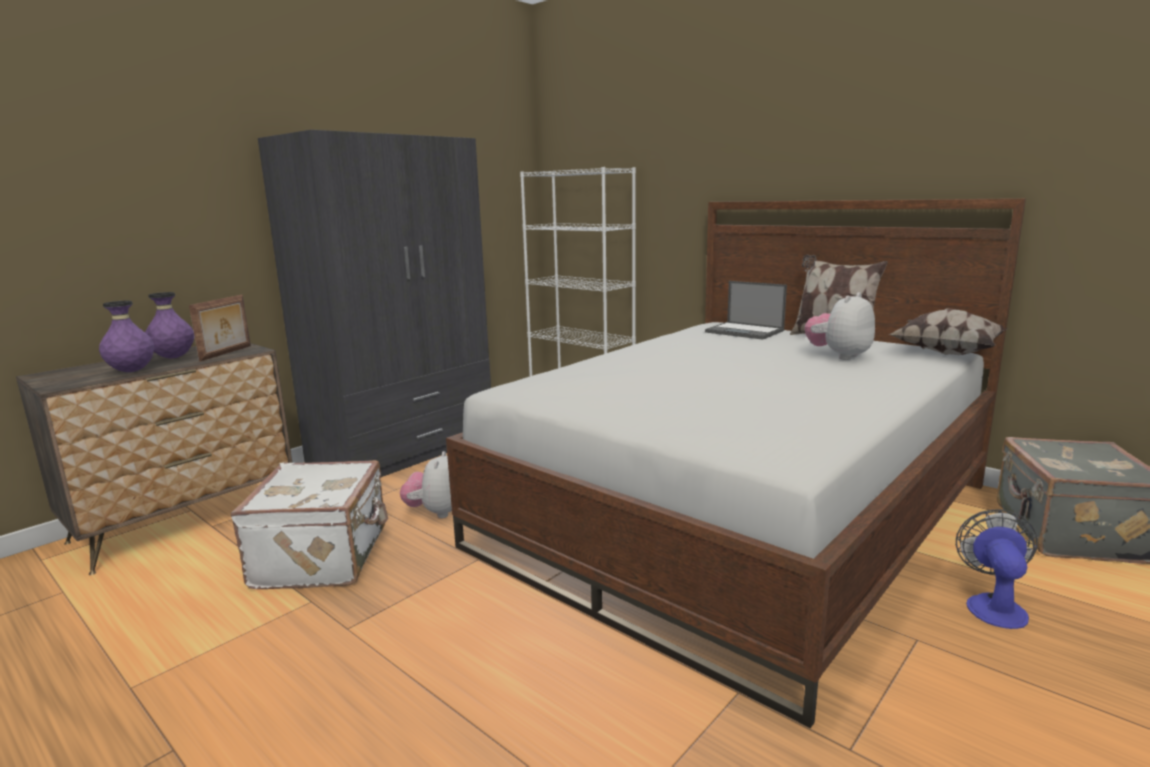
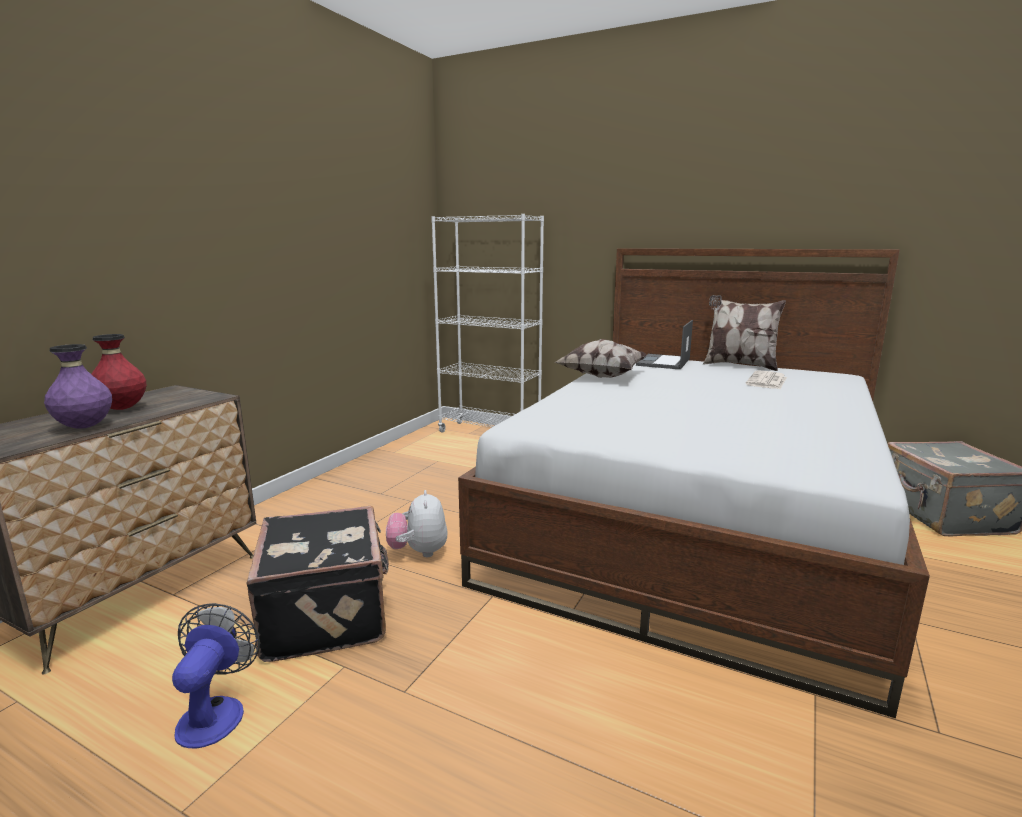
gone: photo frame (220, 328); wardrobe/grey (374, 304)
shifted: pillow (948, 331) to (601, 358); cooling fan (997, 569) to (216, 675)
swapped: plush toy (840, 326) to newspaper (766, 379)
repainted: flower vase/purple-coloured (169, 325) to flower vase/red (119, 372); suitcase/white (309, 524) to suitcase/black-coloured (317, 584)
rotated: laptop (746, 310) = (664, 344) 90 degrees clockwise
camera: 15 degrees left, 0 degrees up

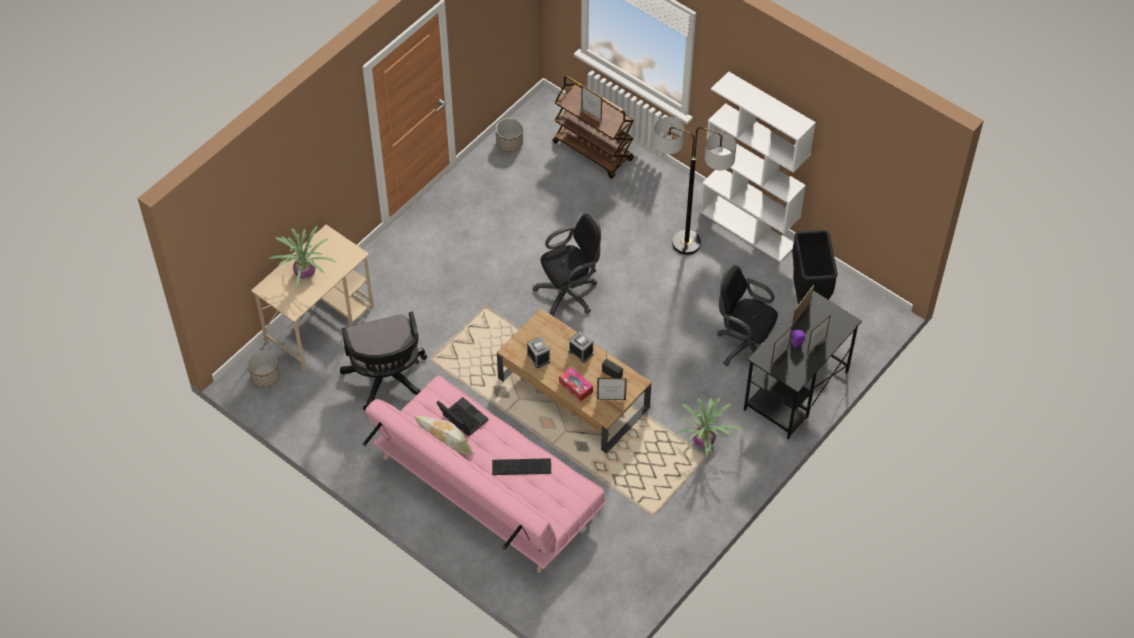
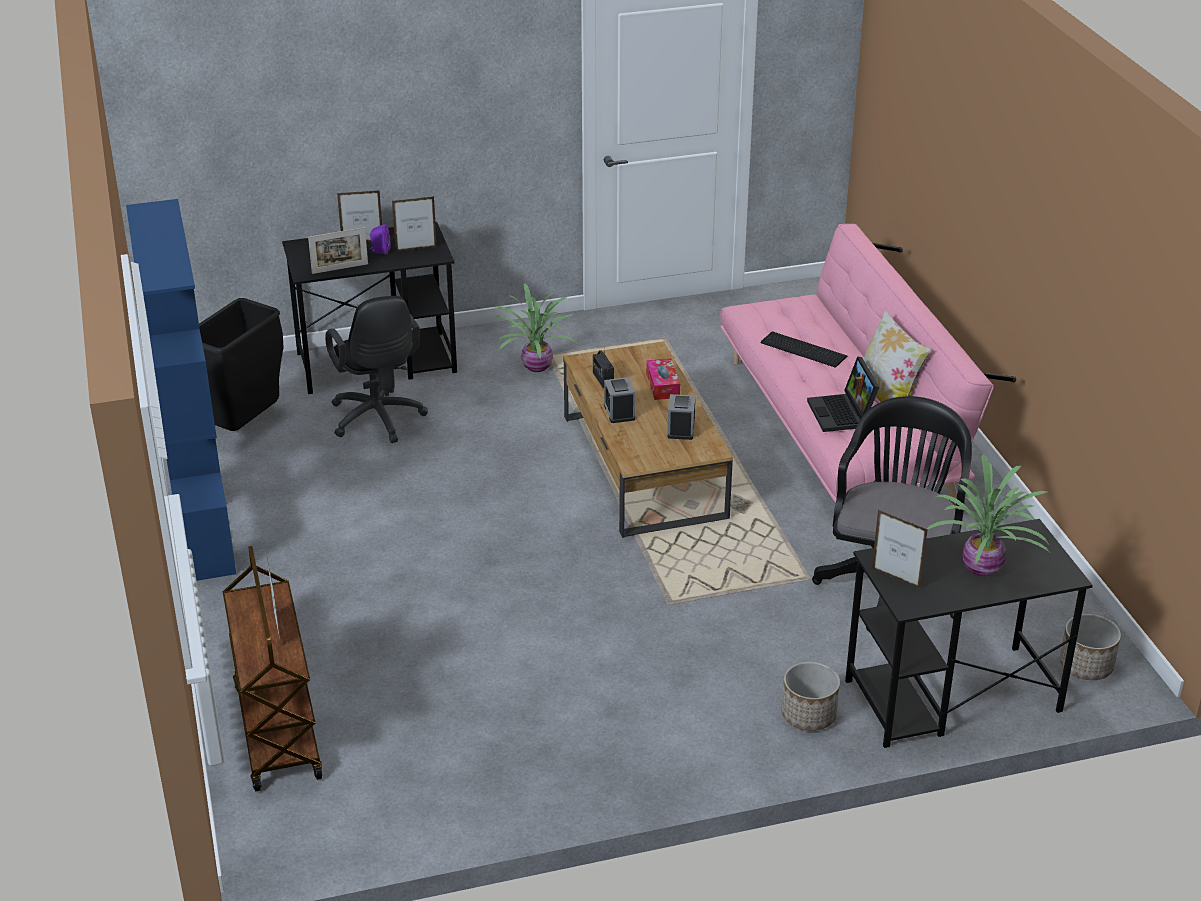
gone: computer chair/black-coloured (567, 265); standing lamp (695, 186)
shifted: planter (509, 135) to (811, 696); photo frame (612, 389) to (900, 549)
repainted: desk table/beige (312, 297) to desk table/black-coloured (969, 633); shelving unit/white (758, 166) to shelving unit/blue (181, 390)
camera: 145 degrees left, 20 degrees down

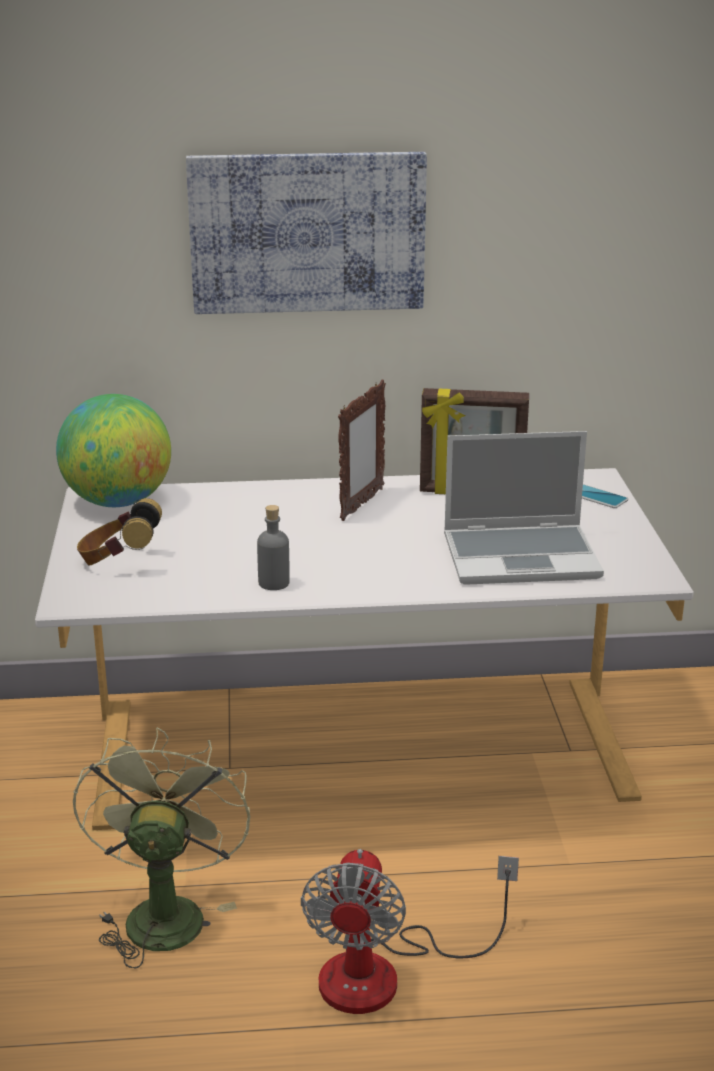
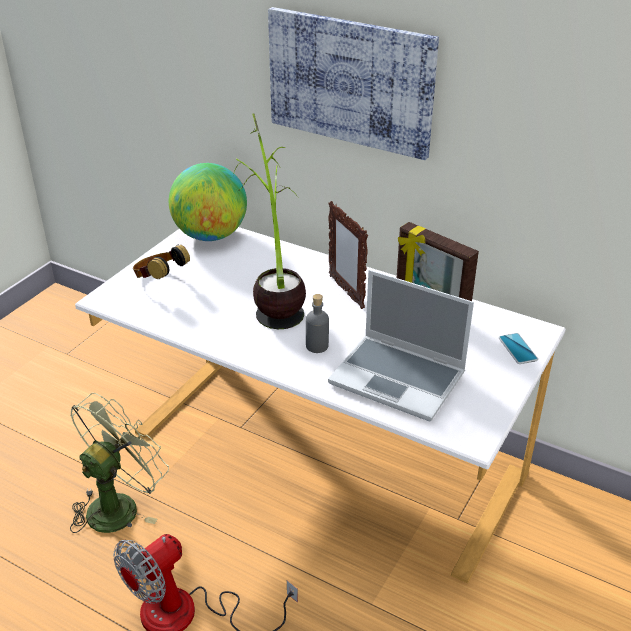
new: potted plant (269, 221)
shifted: bottle/grey (273, 547) to (317, 323)
rotated: photo frame (362, 450) = (348, 255) 90 degrees clockwise
camera: 35 degrees right, 10 degrees up

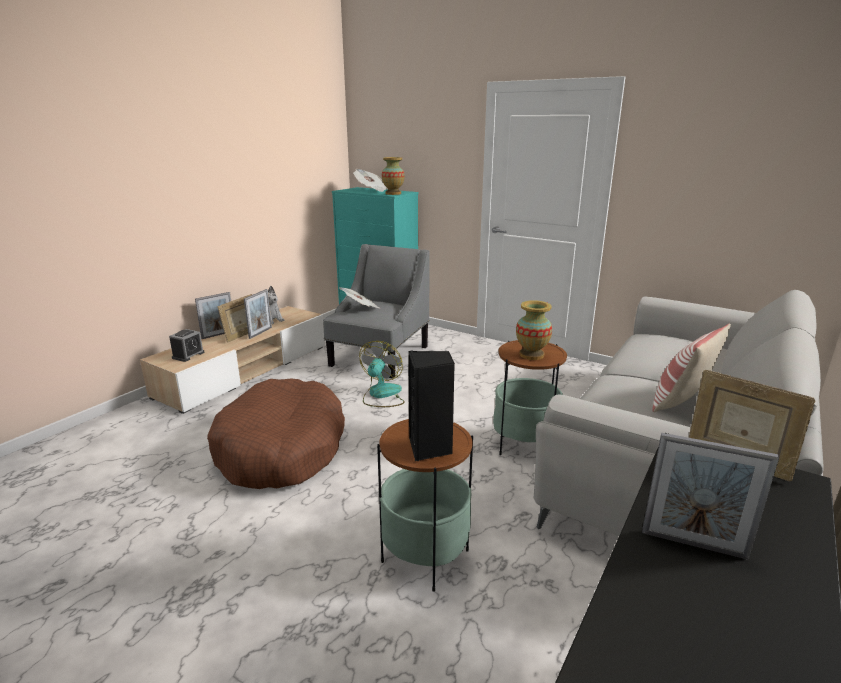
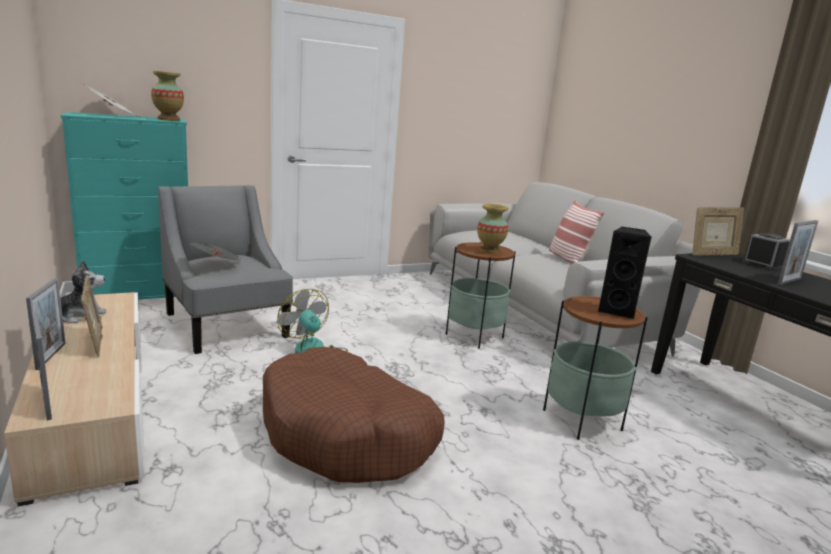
shifted: alarm clock (187, 345) to (766, 251); photo frame (258, 314) to (42, 366)
camera: 60 degrees left, 5 degrees down

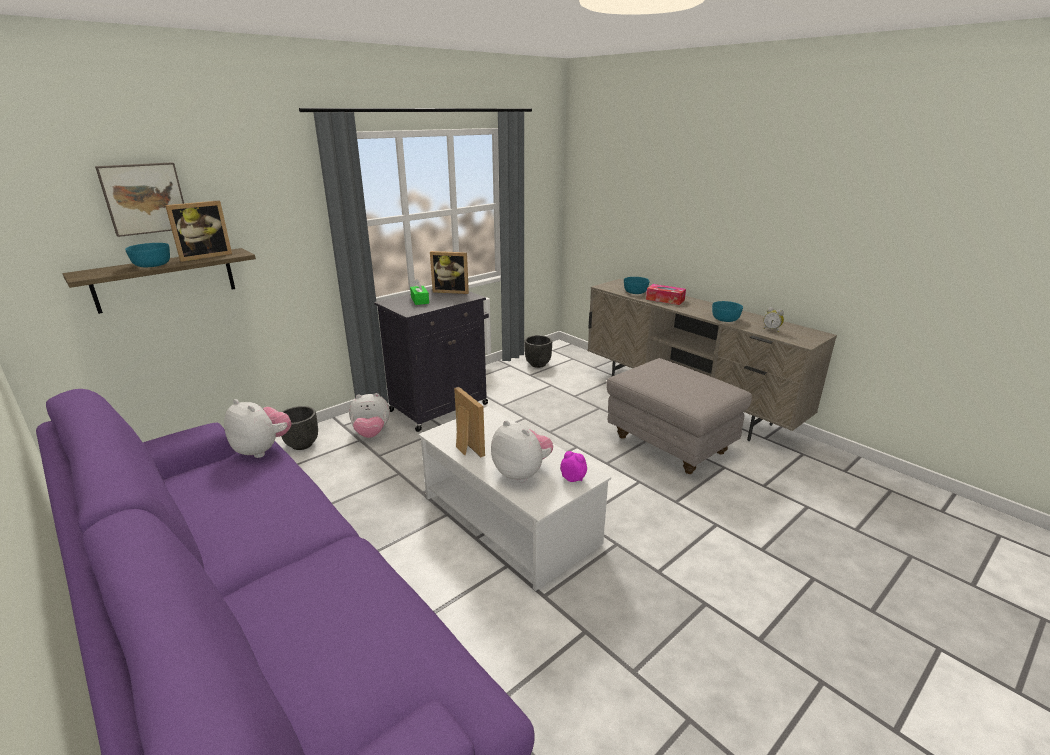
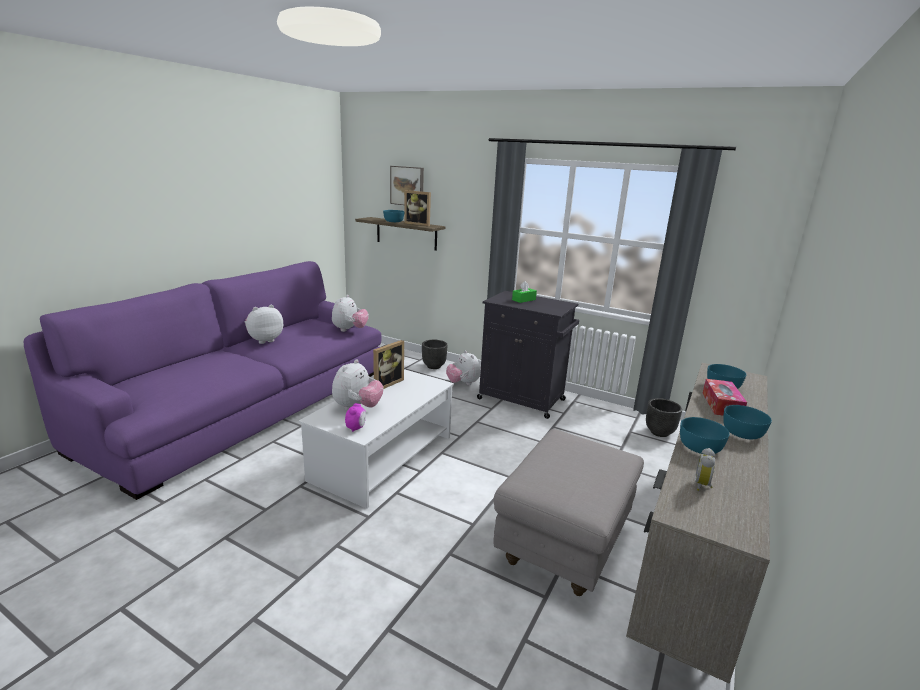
gone: photo frame (449, 272)
new: plush toy (264, 324); bowl/turquoise (747, 422)
camera: 70 degrees right, 5 degrees down

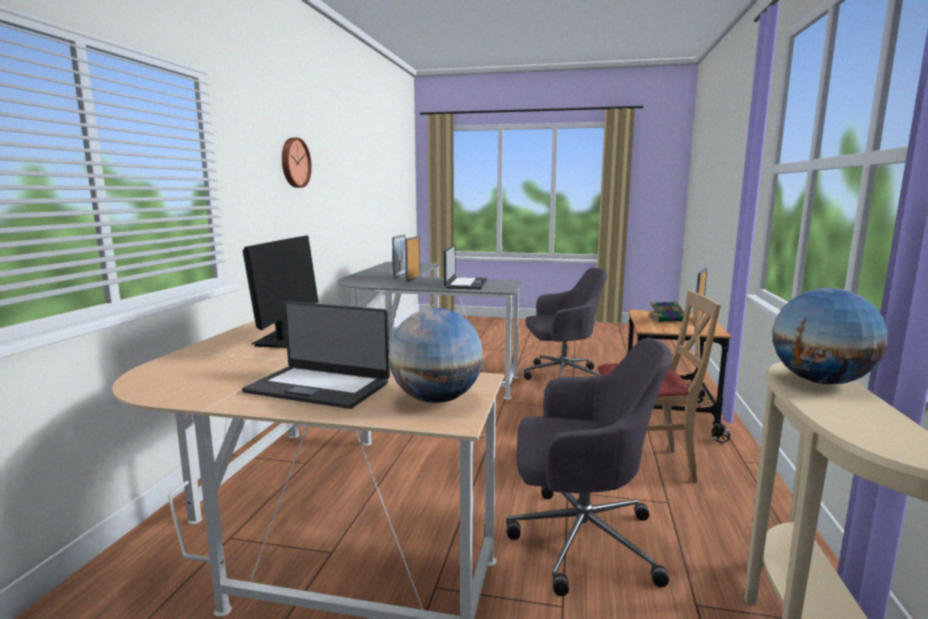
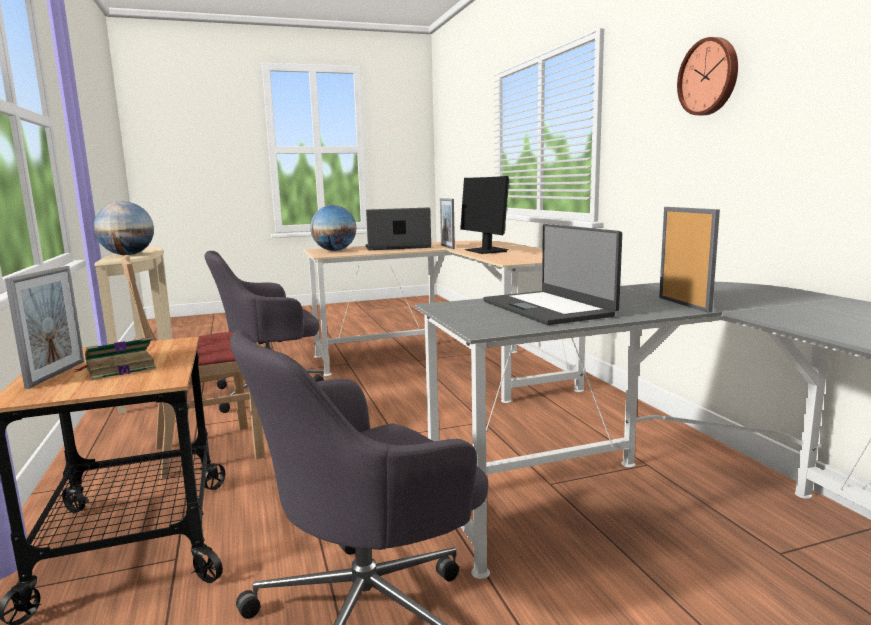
shifted: photo frame (399, 256) to (447, 223)
camera: 150 degrees right, 0 degrees up

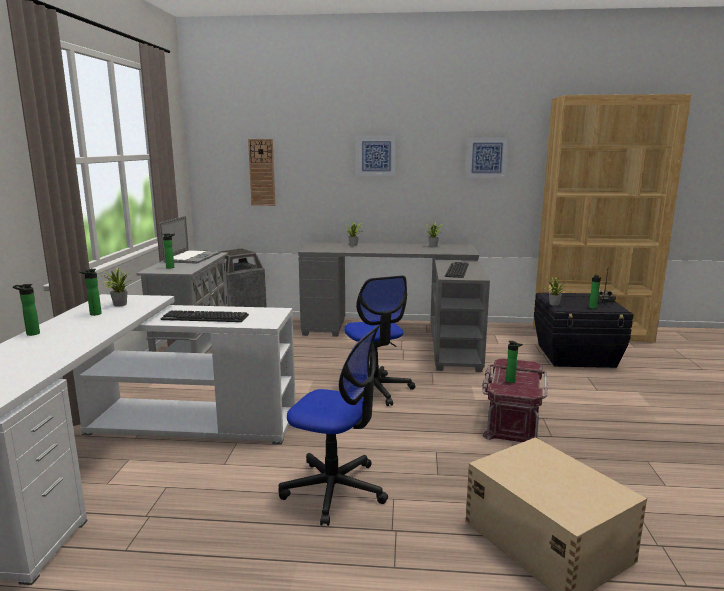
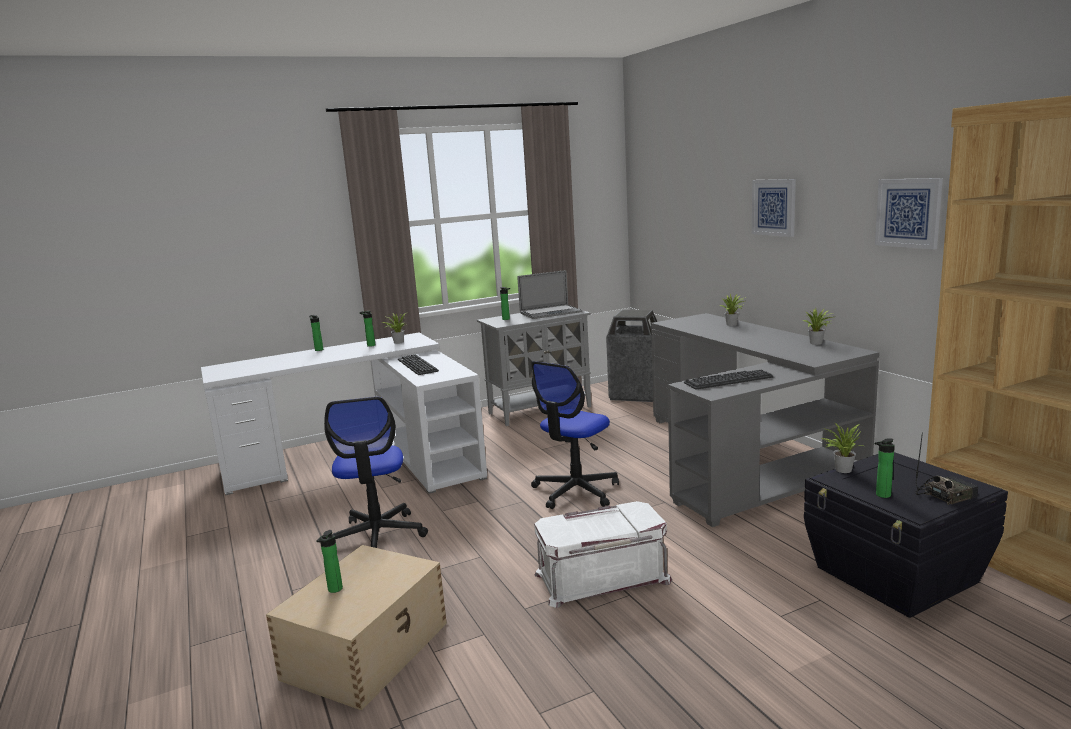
gone: hanging clock (261, 172)
shifted: bottle (514, 362) to (329, 561)
repainted: storage bin/red (515, 400) to storage bin/white (603, 554)
camera: 60 degrees right, 0 degrees up

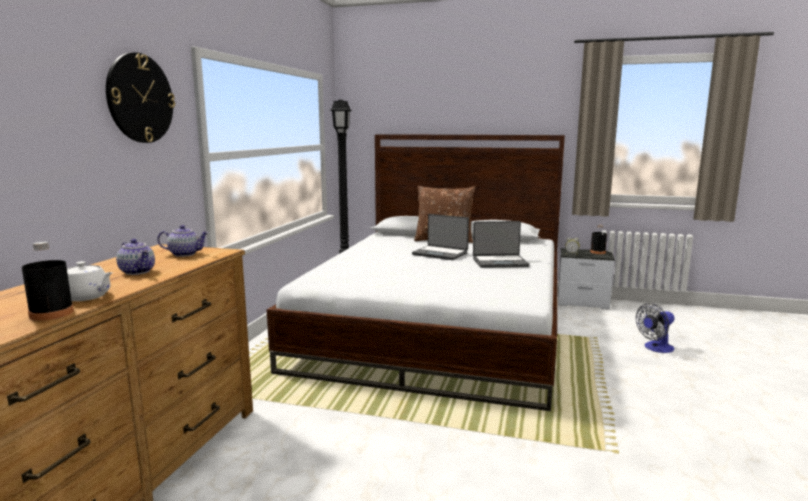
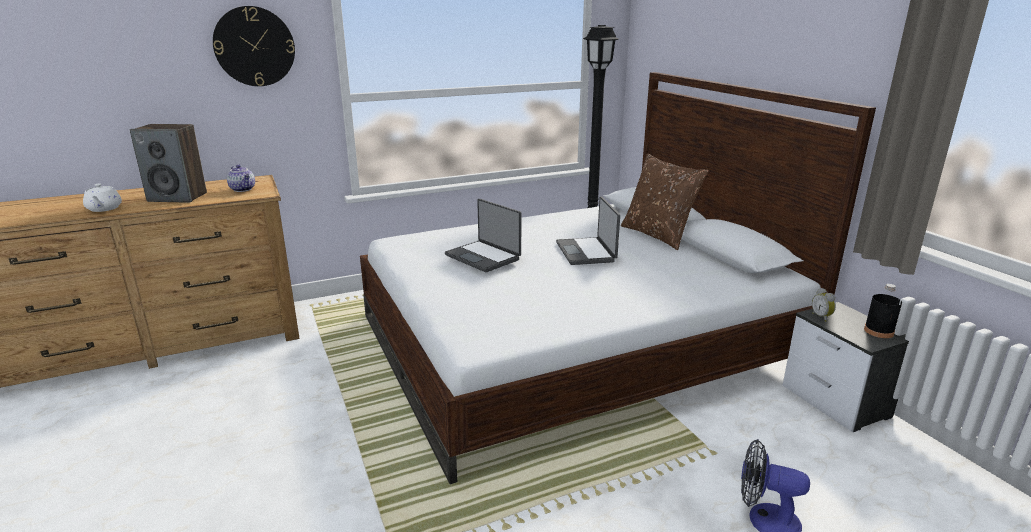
gone: bottle/black-coloured (48, 281)
shifted: laptop (501, 244) to (483, 235)
swapped: tea pot (135, 257) to audio speaker (168, 163)
camera: 50 degrees right, 10 degrees up

